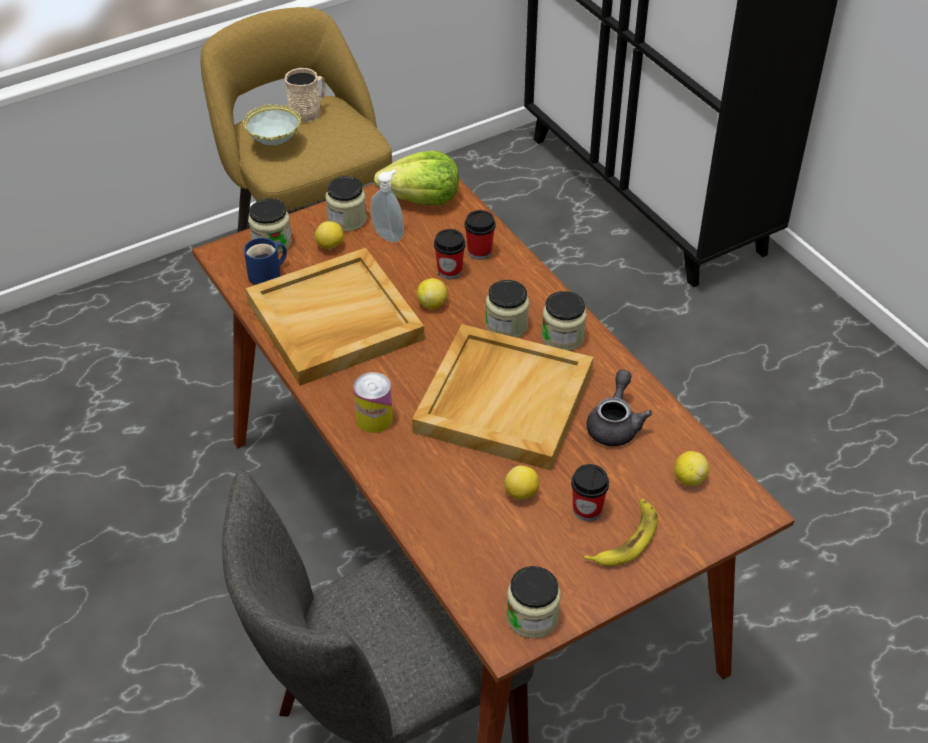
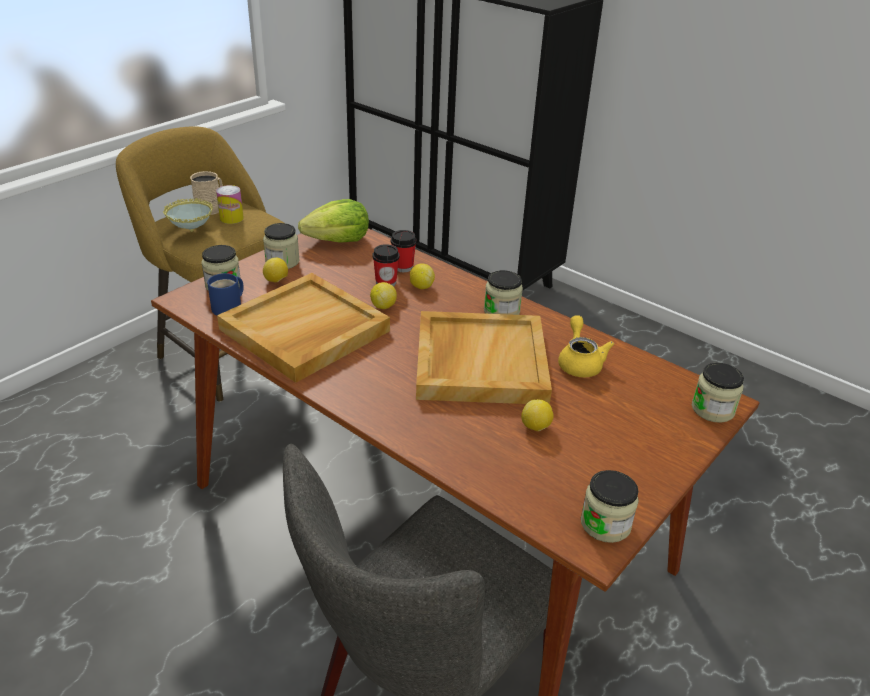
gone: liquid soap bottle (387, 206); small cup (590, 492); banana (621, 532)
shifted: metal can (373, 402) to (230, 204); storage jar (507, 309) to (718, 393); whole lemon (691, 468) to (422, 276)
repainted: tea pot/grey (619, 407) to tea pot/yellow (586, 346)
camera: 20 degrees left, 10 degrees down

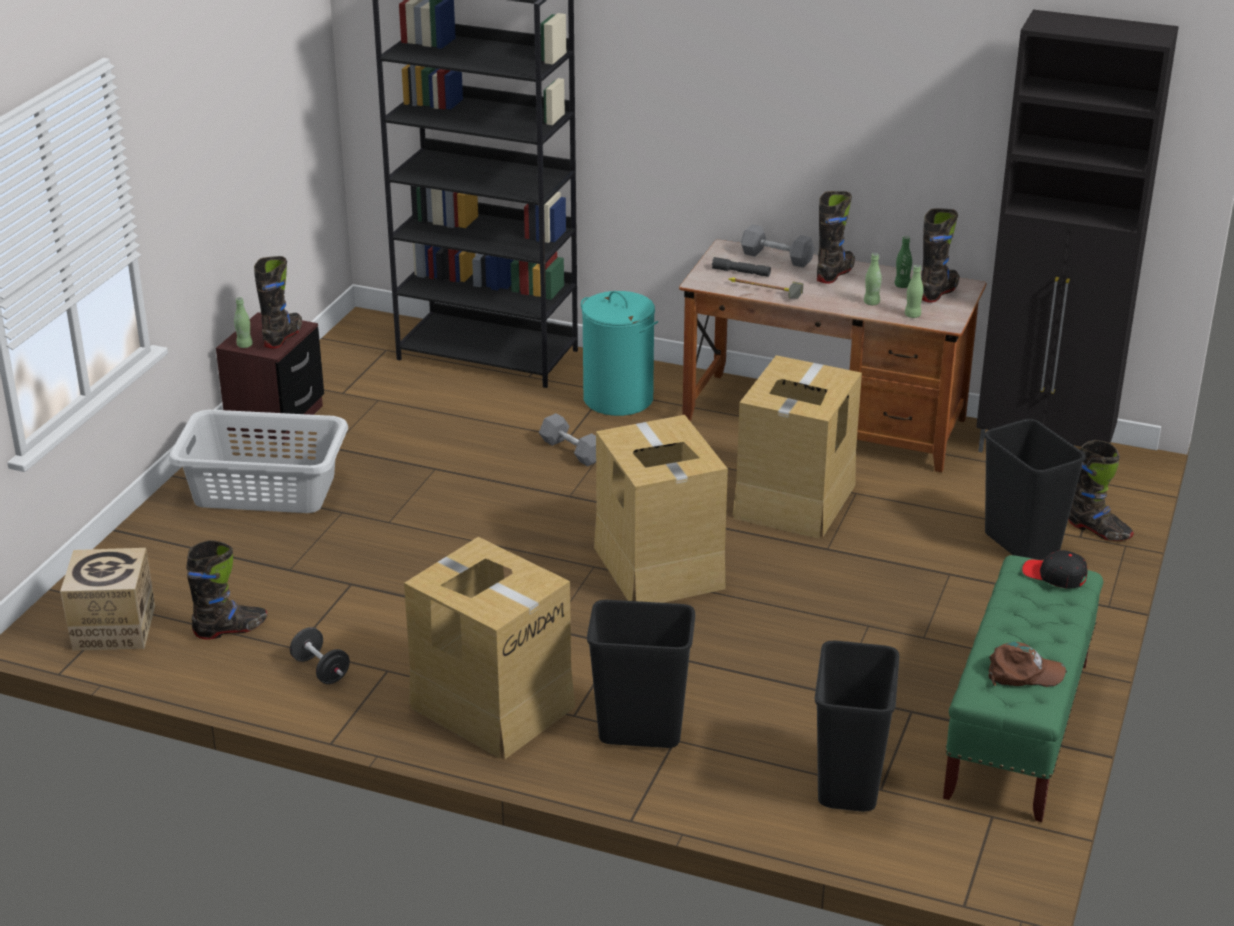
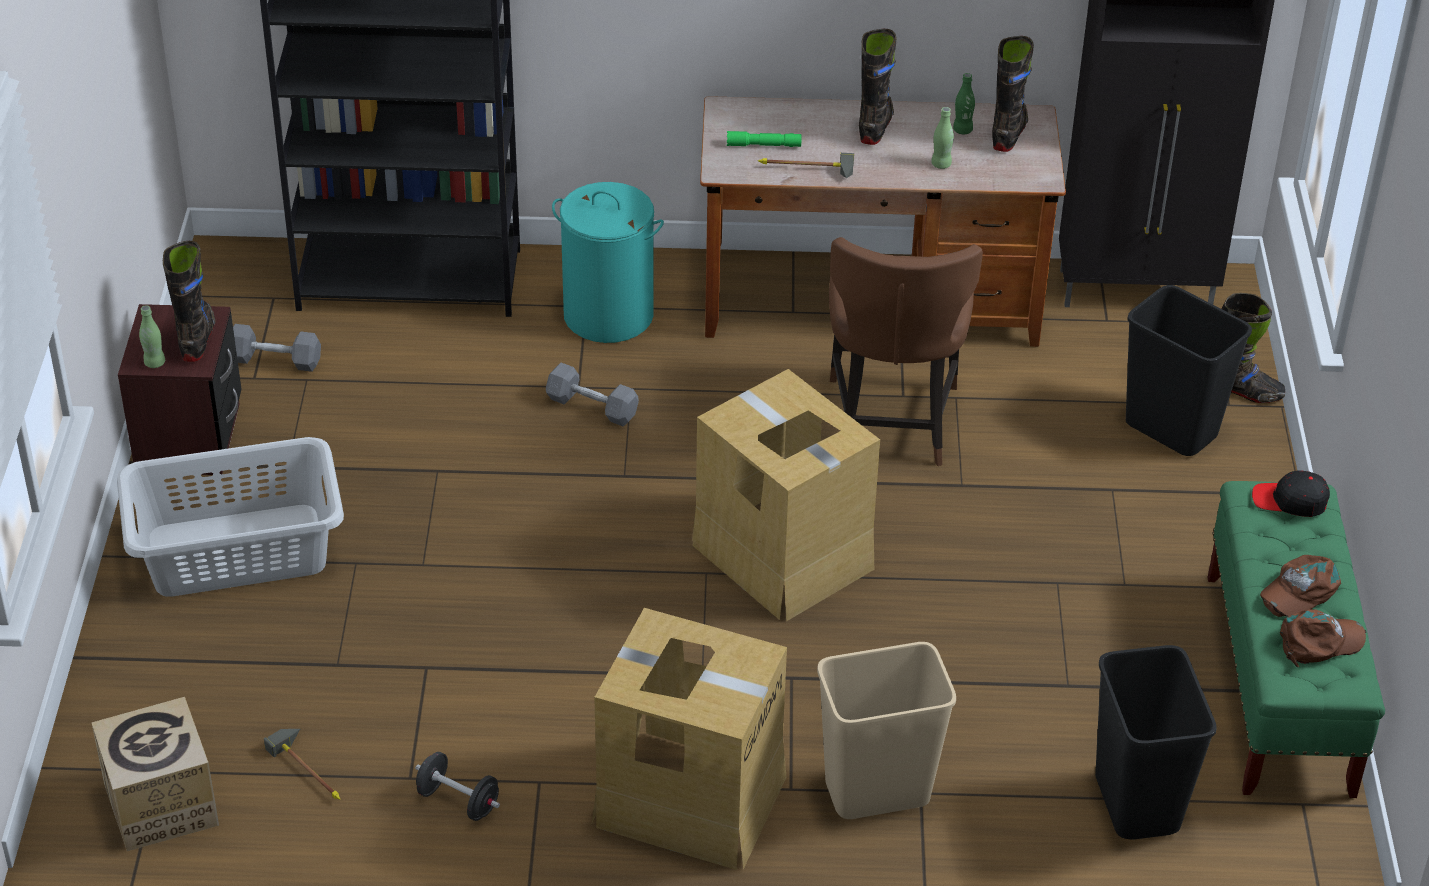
gone: bottle/green-coloured (914, 291)
new: baseball cap/brownish (1300, 586)
shifted: dumbbell/grey (778, 246) to (277, 348)
swapped: tall boot/black-coloured (226, 590) to tool hammer (302, 764); cardboard box (797, 447) to upright chair/brownish (906, 351)
repainted: rubbish bin/black-coloured (641, 674) to rubbish bin/beige (886, 730); flashlight/grey (741, 267) to flashlight/green-coloured (764, 139)
camera: 20 degrees left, 10 degrees up

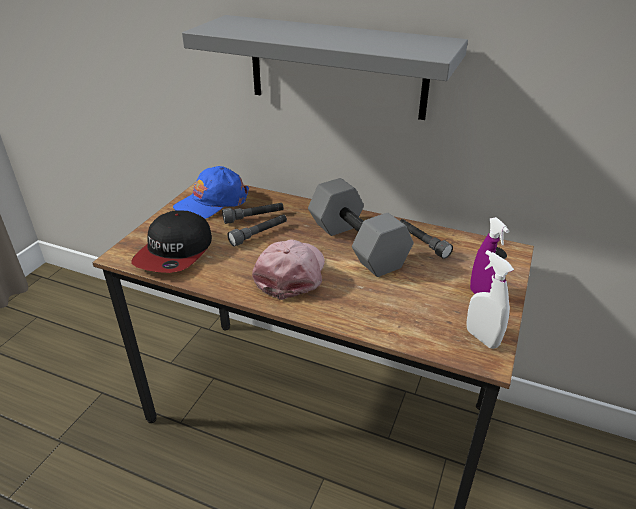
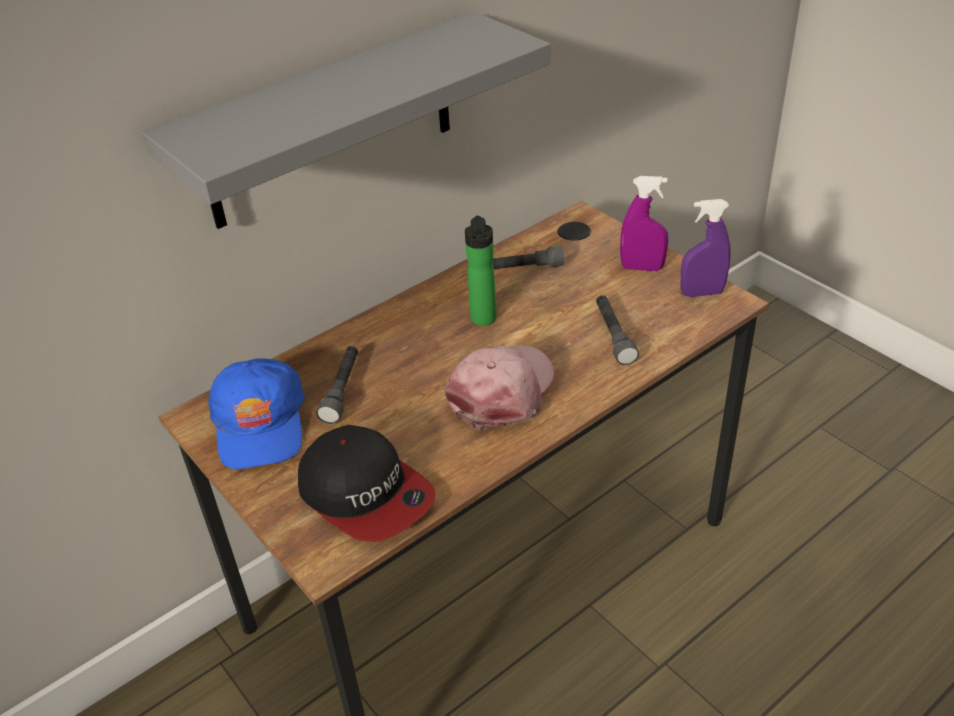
shifted: flashlight/grey (257, 230) to (617, 330)
swapped: dumbbell/grey (360, 227) to bottle (480, 271)
repainted: spray bottle/white (490, 299) to spray bottle/purple-coloured (705, 248)
rotated: baseball cap/pink-coloured (288, 269) = (499, 387) 75 degrees clockwise
camera: 60 degrees left, 5 degrees up

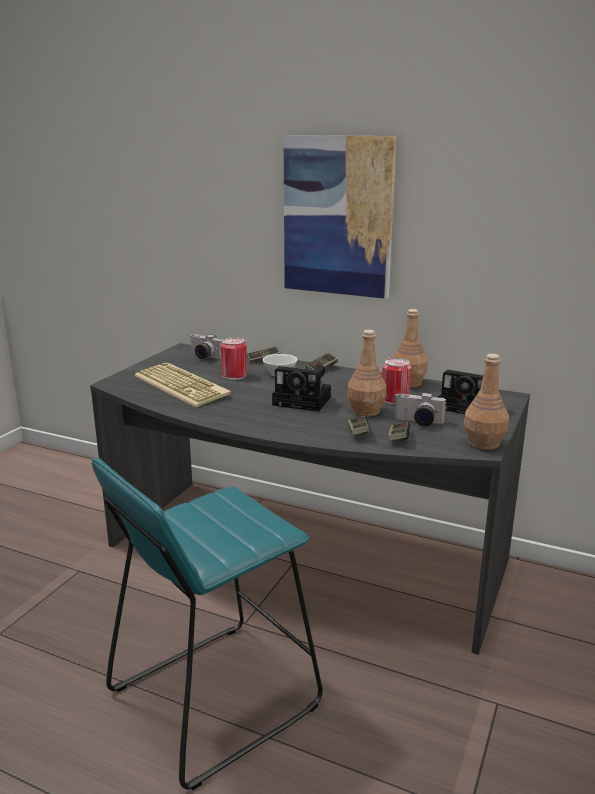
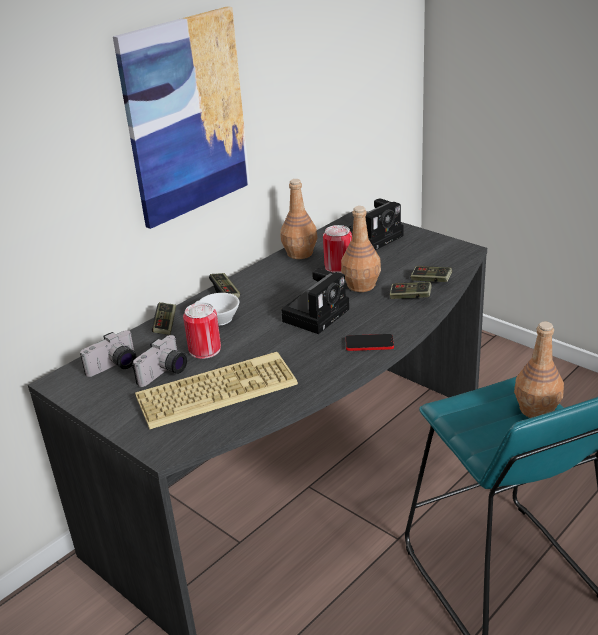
new: phone (370, 342)
shifted: still camera (420, 409) to (159, 361); bottle/brownish (486, 402) to (539, 370)
camera: 70 degrees left, 10 degrees up

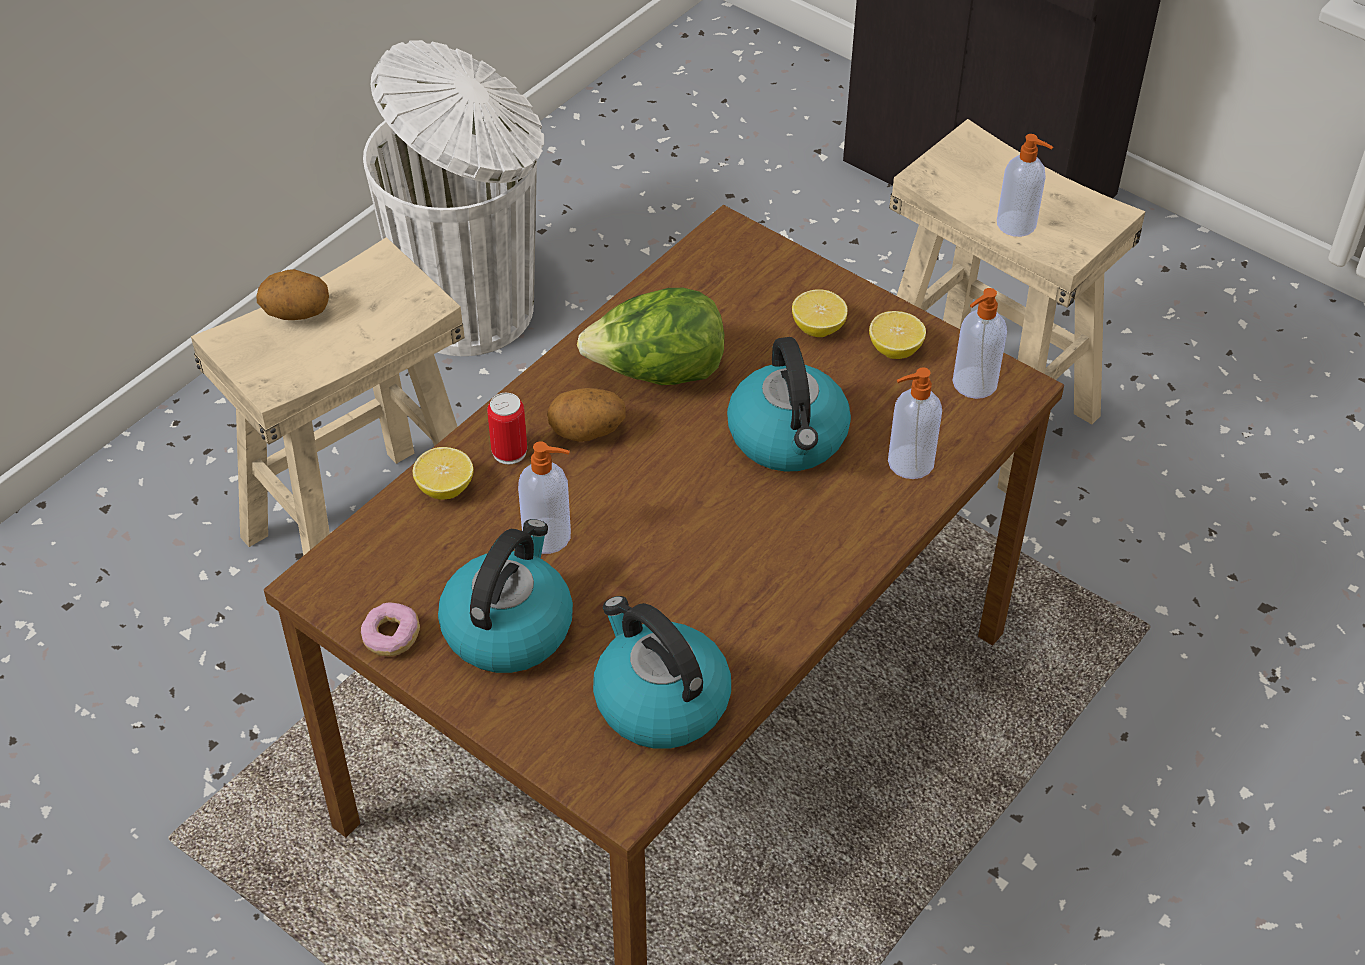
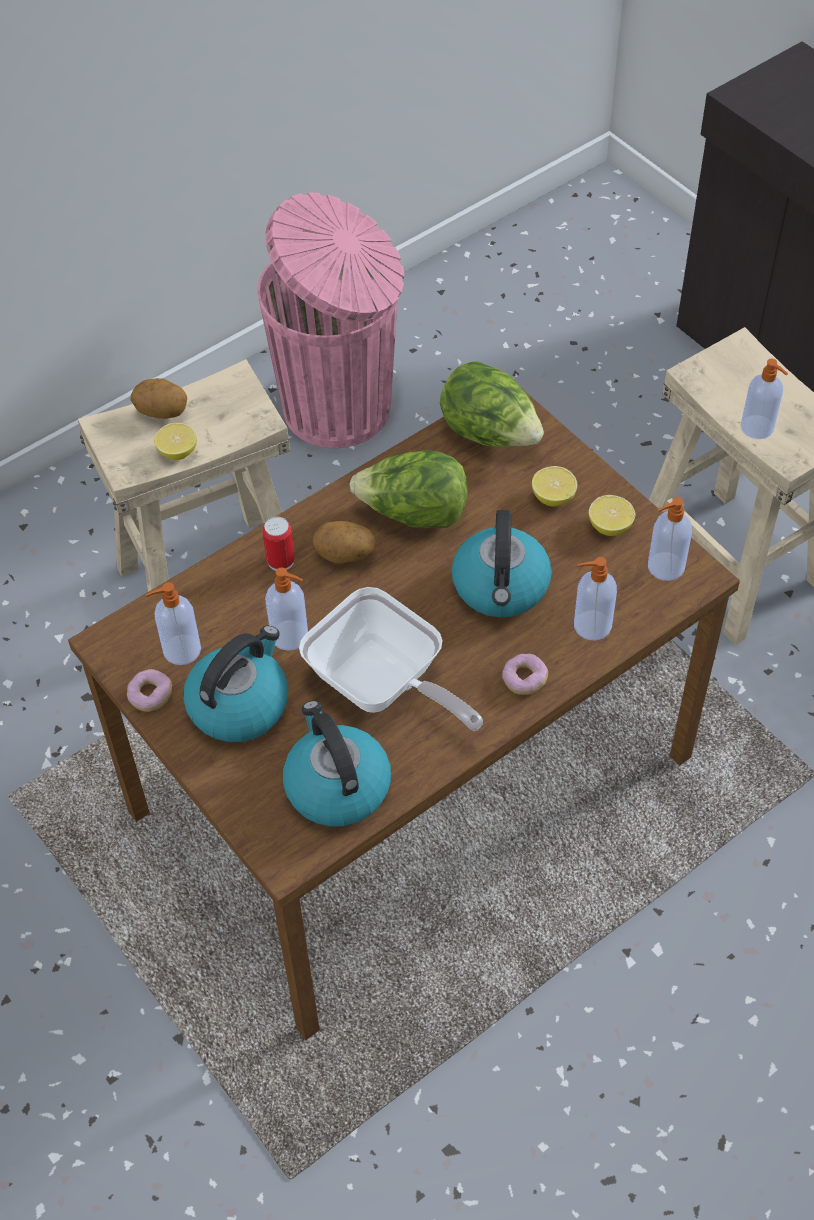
new: liquid soap bottle (173, 623); skillet (391, 659); lettuce (492, 404); donut (525, 674)
shifted: whole lemon (443, 473) to (175, 441)
repainted: rubbish bin/white (453, 198) to rubbish bin/pink-coloured (331, 320)
camera: 15 degrees right, 5 degrees up

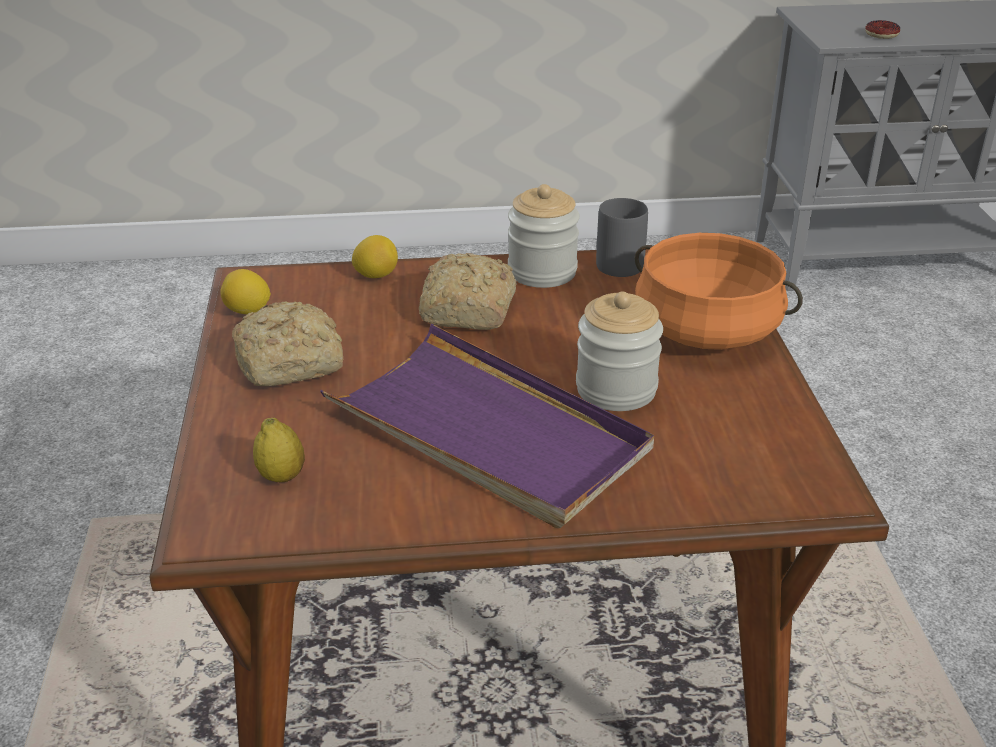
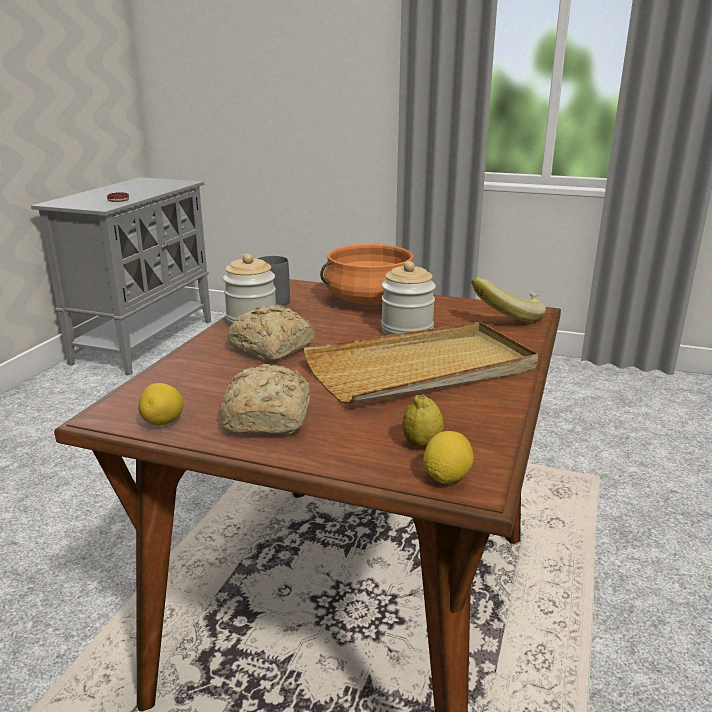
new: banana (508, 299)
shifted: whole lemon (375, 256) to (448, 457)
repainted: tray/purple-coloured (487, 426) to tray/beige (420, 363)
camera: 65 degrees left, 10 degrees down

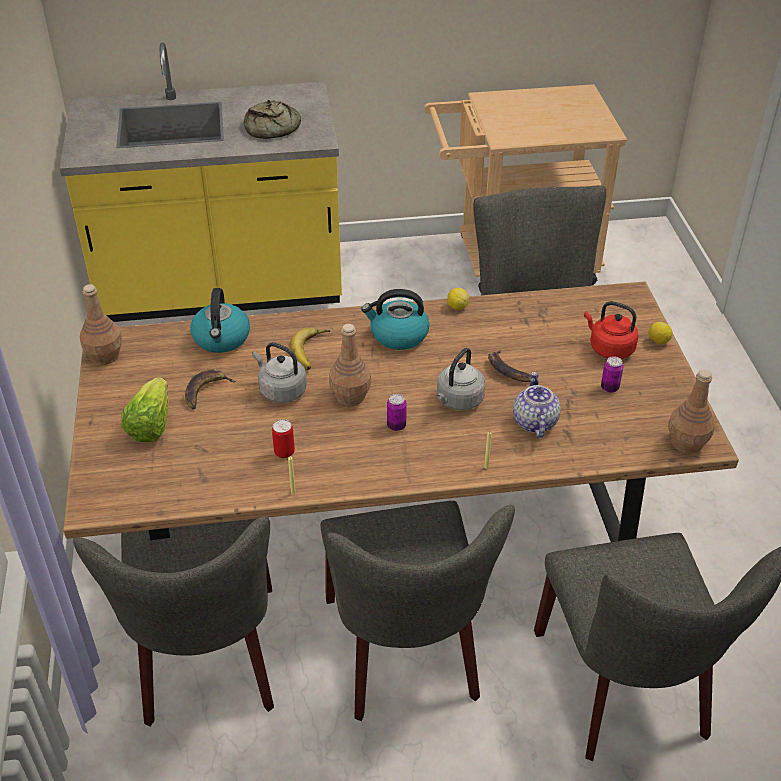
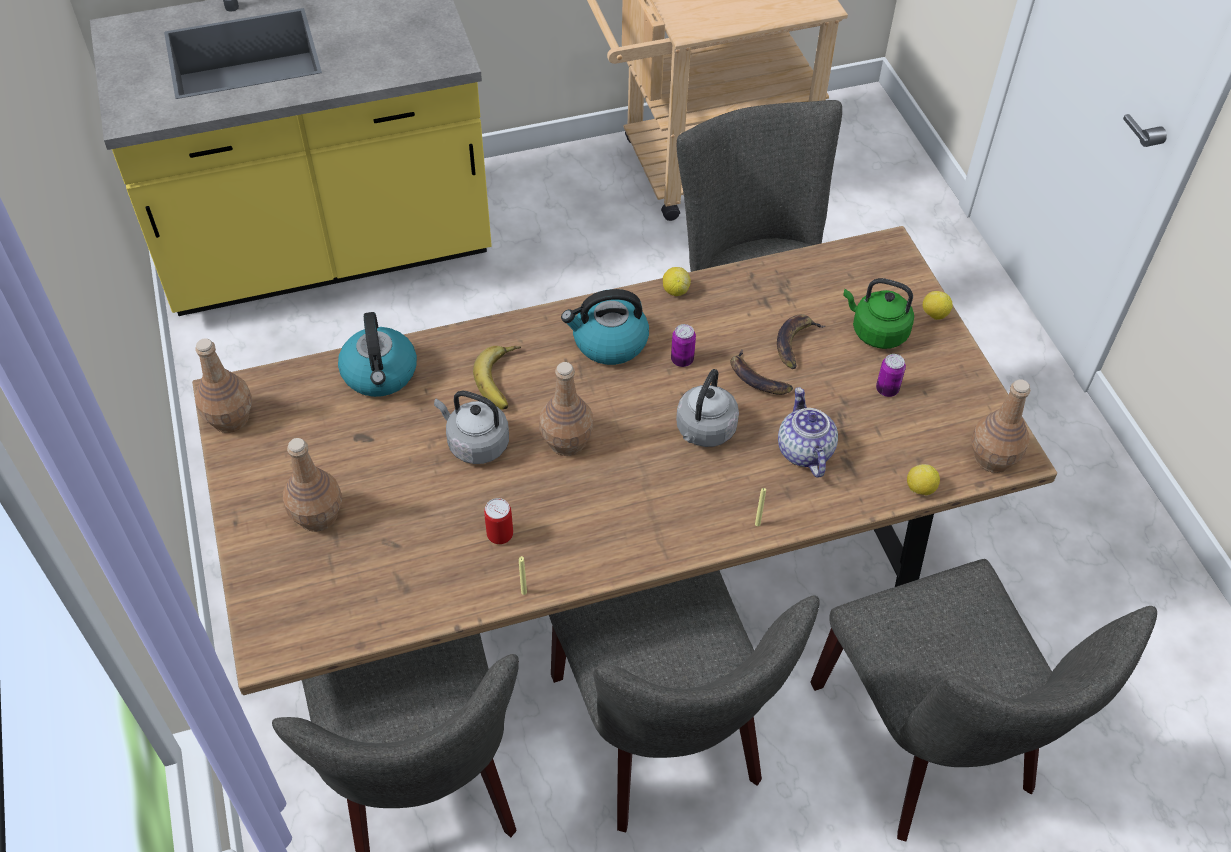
gone: bakery bread (272, 119)
new: whole lemon (923, 479)
shifted: banana (210, 389) to (801, 341); metal can (397, 412) to (683, 345)
swapped: lettuce (145, 410) to bottle/brownish (312, 485)
repainted: kettle/red (611, 330) to kettle/green-coloured (878, 313)
camera: 10 degrees left, 10 degrees up

